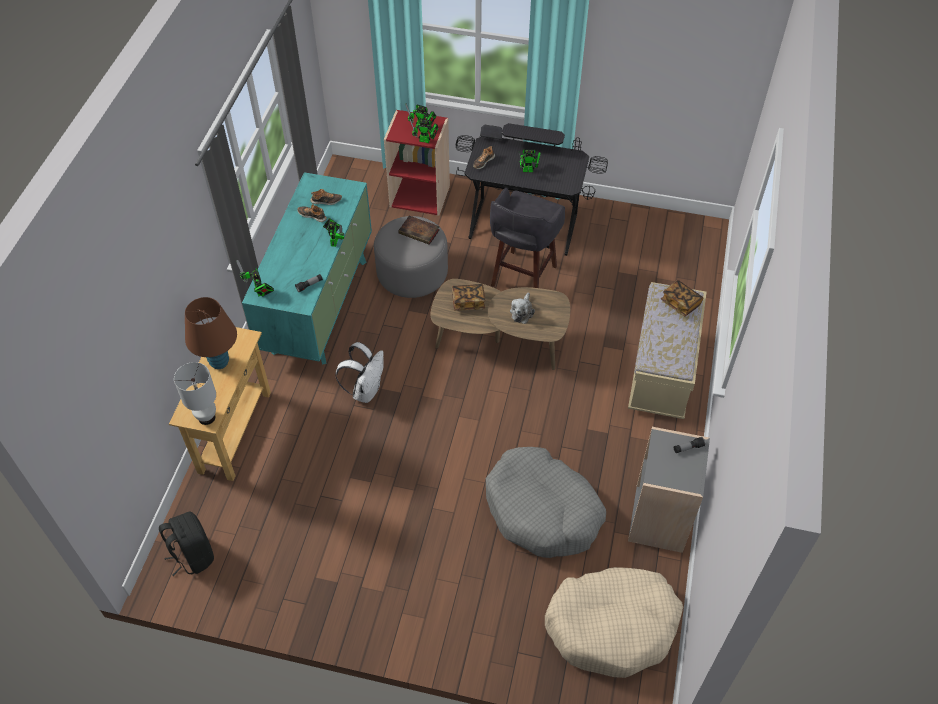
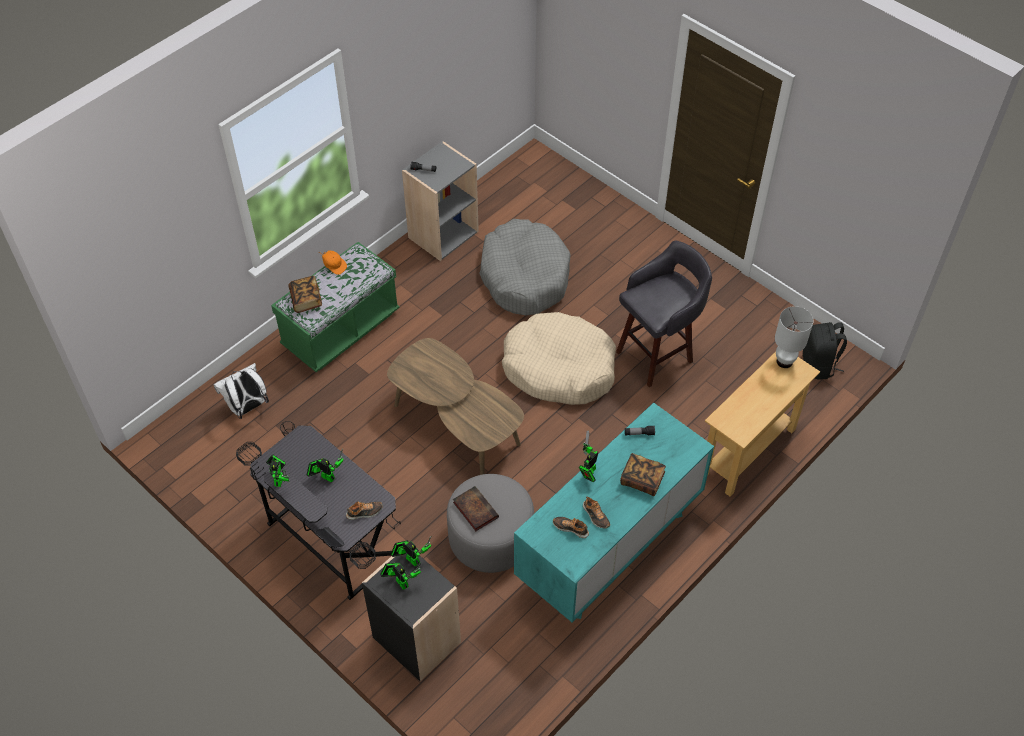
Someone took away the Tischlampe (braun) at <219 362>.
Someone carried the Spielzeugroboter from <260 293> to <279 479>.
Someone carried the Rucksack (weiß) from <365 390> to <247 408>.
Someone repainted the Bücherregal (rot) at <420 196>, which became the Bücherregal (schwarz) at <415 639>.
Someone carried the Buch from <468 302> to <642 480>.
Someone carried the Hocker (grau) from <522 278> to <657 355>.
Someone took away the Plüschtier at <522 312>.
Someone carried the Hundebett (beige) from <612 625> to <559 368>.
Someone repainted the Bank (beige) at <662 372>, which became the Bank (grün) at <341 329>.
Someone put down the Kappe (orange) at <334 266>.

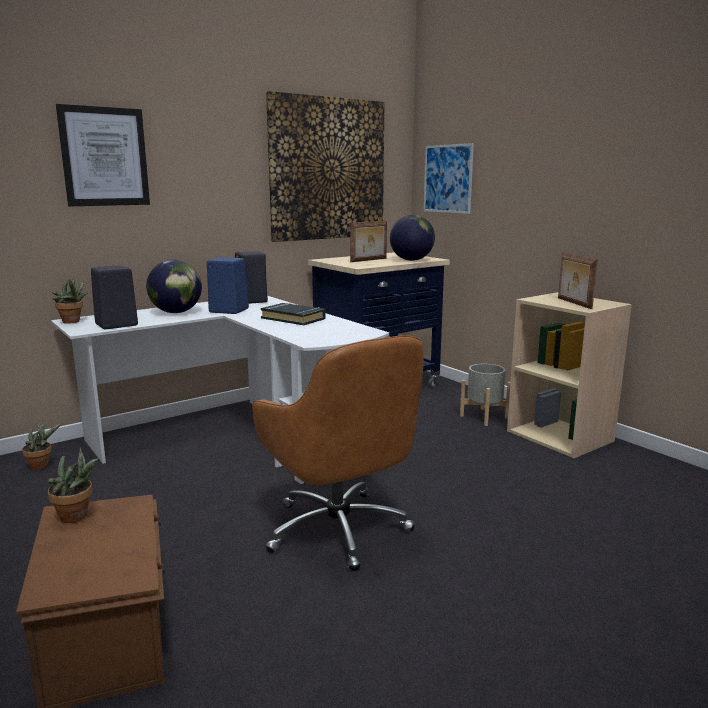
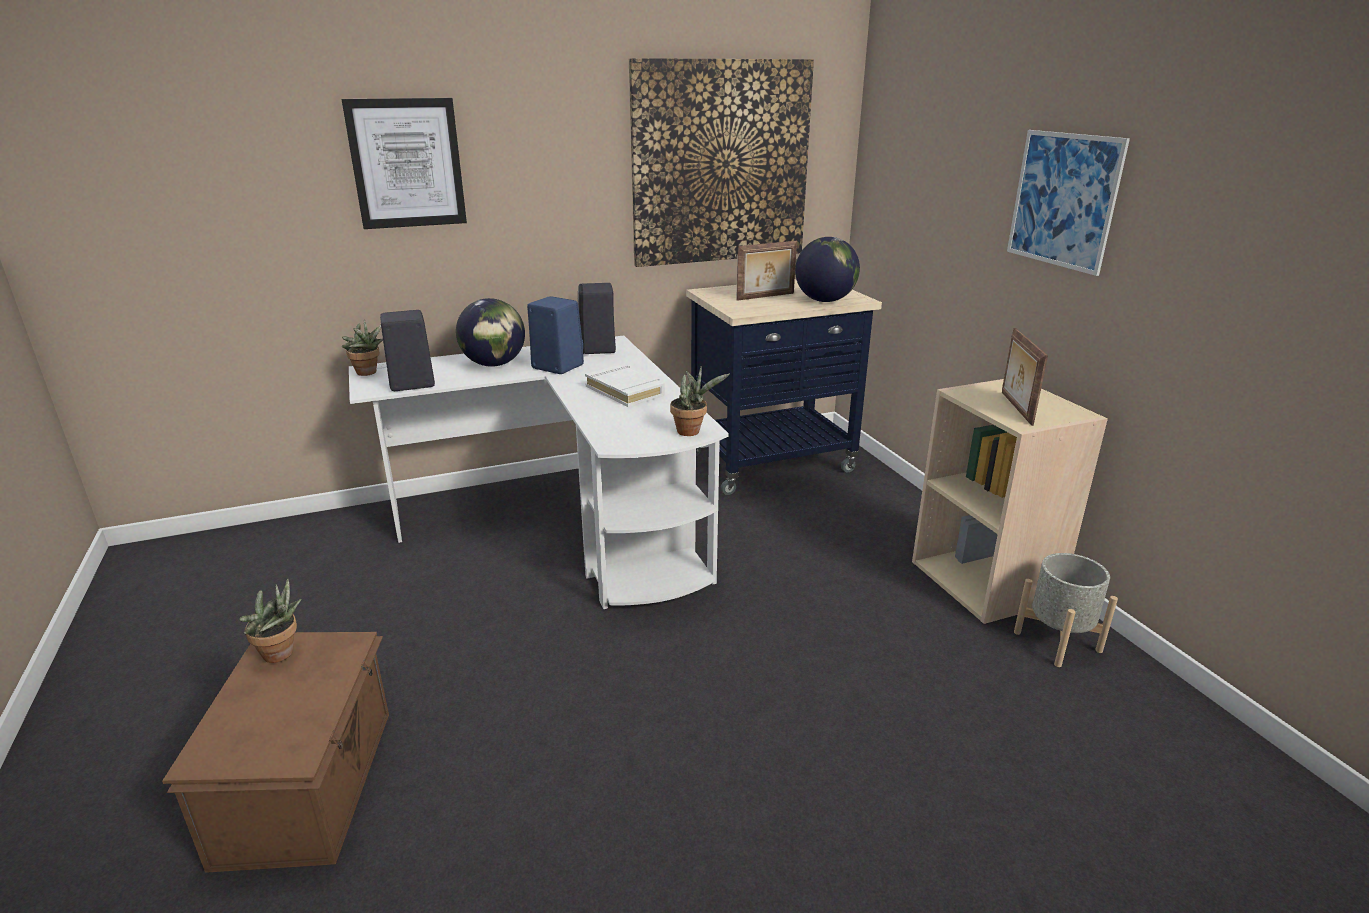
Someone carried the Topfpflanze from <42 466> to <692 431>.
Someone took away the Bürostuhl (braun) at <337 530>.
Someone repainted the Buch (schwarz) at <293 318>, which became the Buch (weiß) at <625 391>.
Someone carried the Bild from <447 179> to <1063 200>.
Someone carried the Pflanzkübel (grau) from <484 416> to <1057 641>.

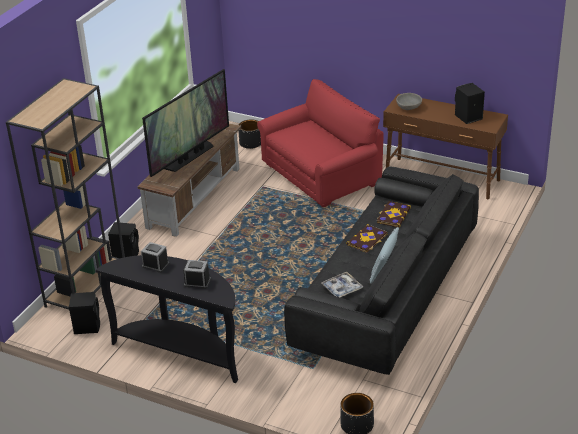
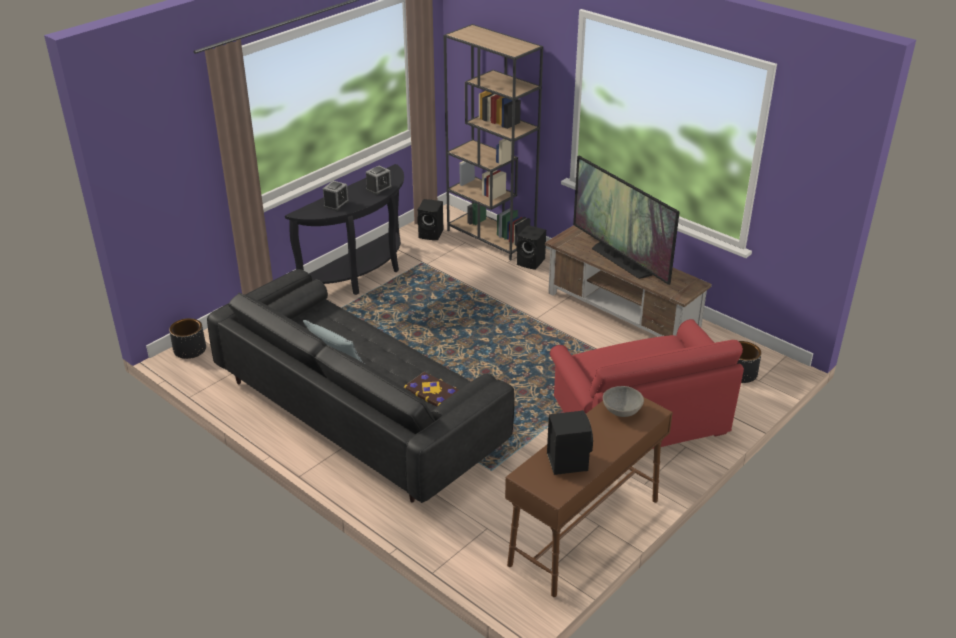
Someone took away the Tablett at <342 288>.
Someone took away the Buch at <367 240>.

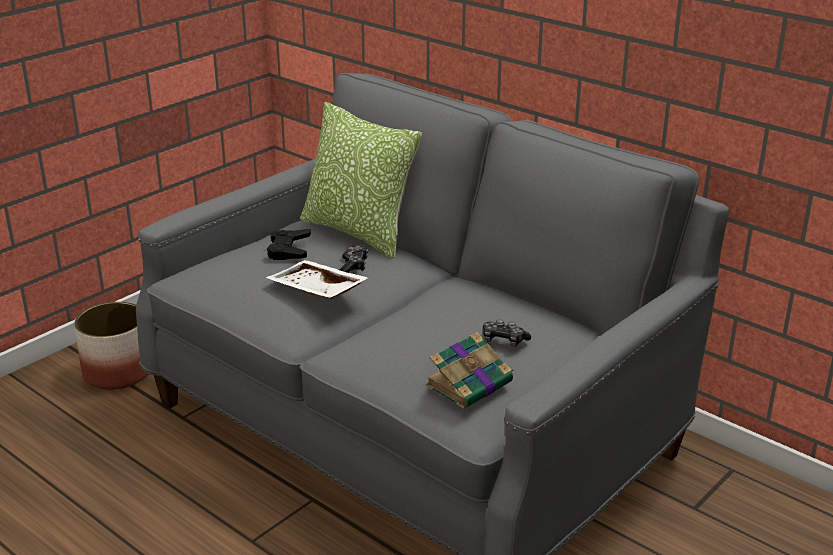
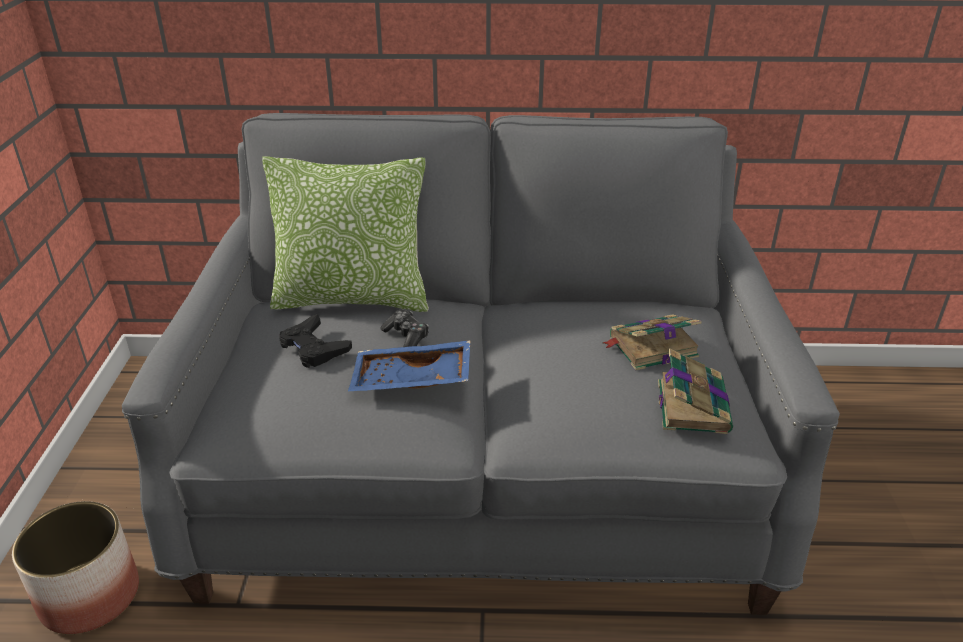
Someone repainted the Tablett (weiß) at <316 291>, which became the Tablett (blau) at <411 381>.
Someone swapped the Gamepad at <504 340> for the Buch at <651 347>.

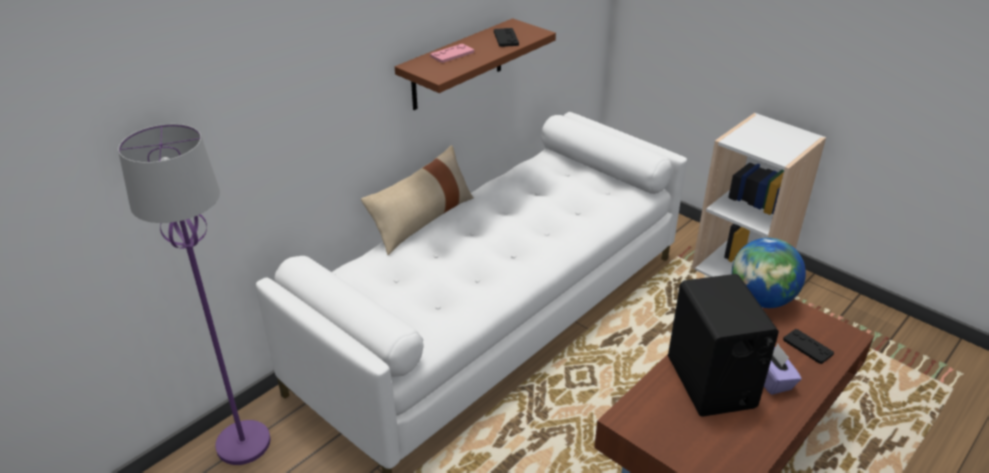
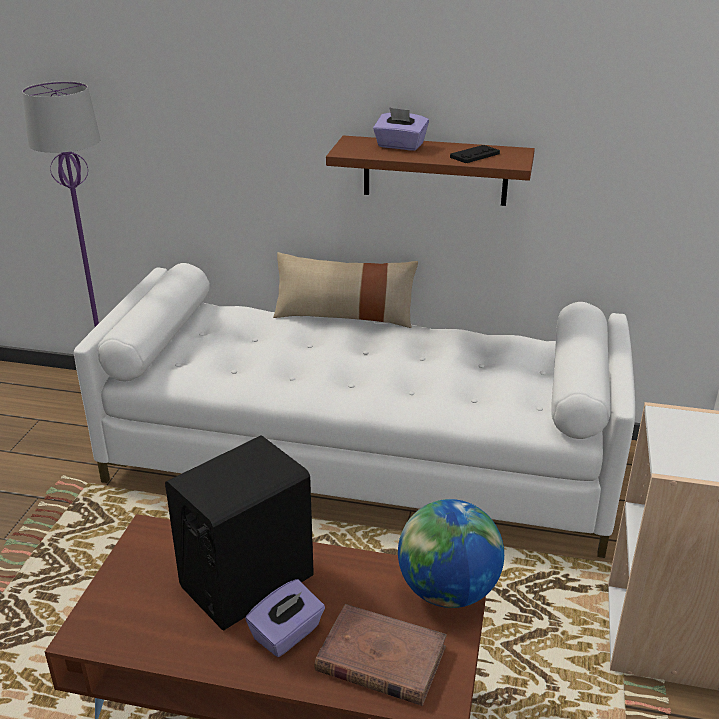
Someone swapped the Gamepad (rosa) at <452 54> for the Taschentuchbox (lila) at <400 146>.
Someone swapped the Gamepad (schwarz) at <807 347> for the Buch (braun) at <380 659>.

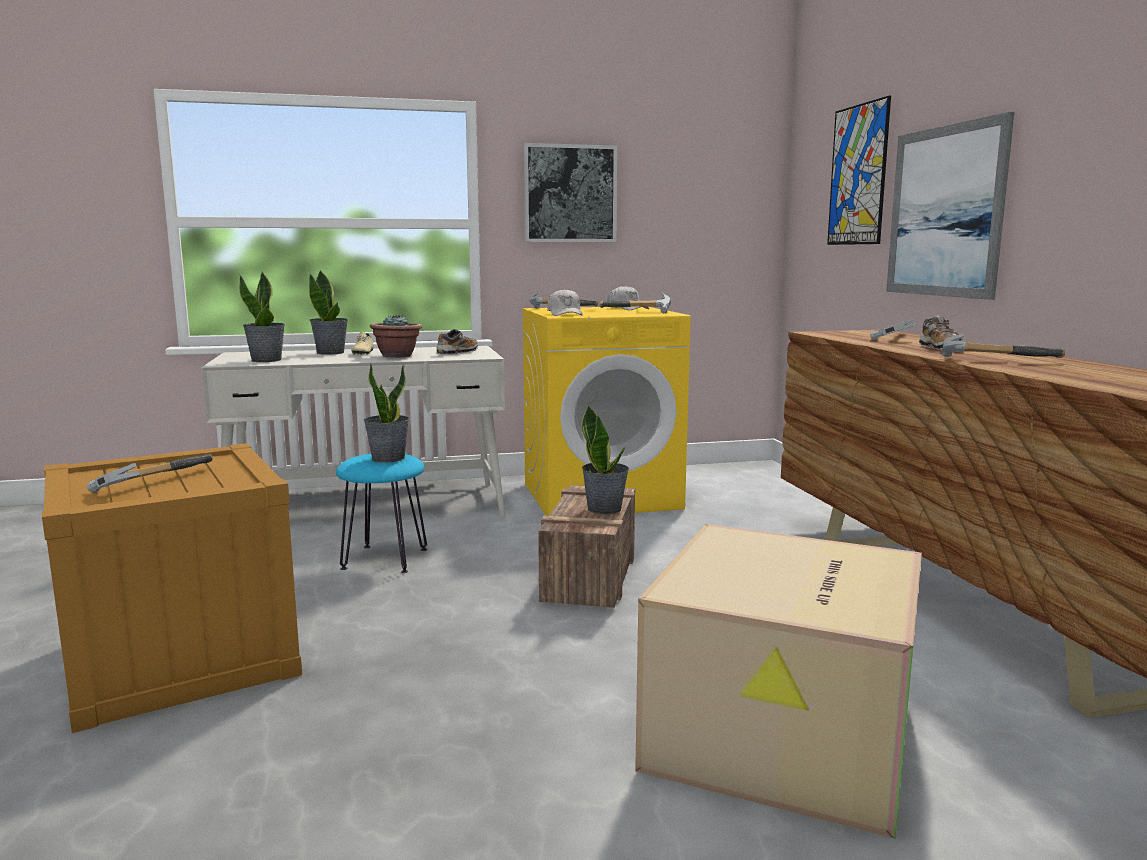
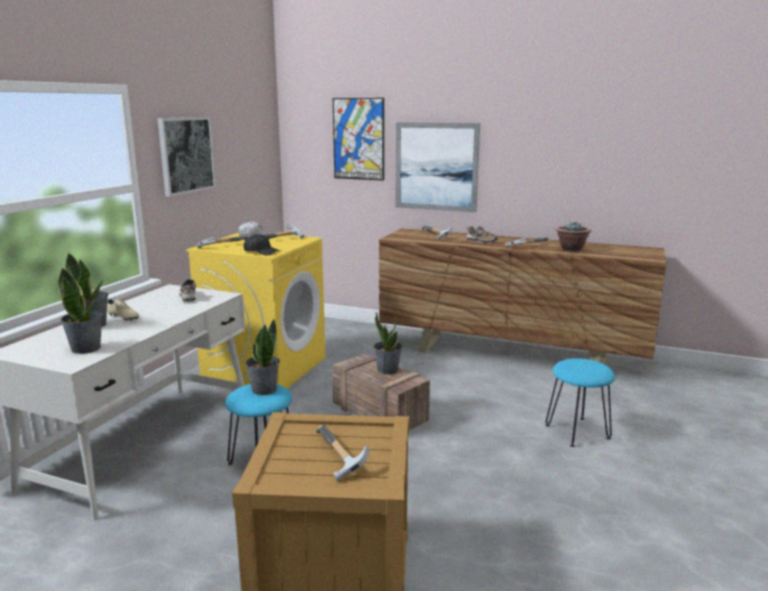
Someone carried the Topfpflanze from <397 356> to <571 249>.
Someone repainted the Kappe (weiß) at <565 314>, which became the Kappe (schwarz) at <261 252>.
Someone swapped the Karton at <784 738> for the Hocker (türkis) at <577 432>.

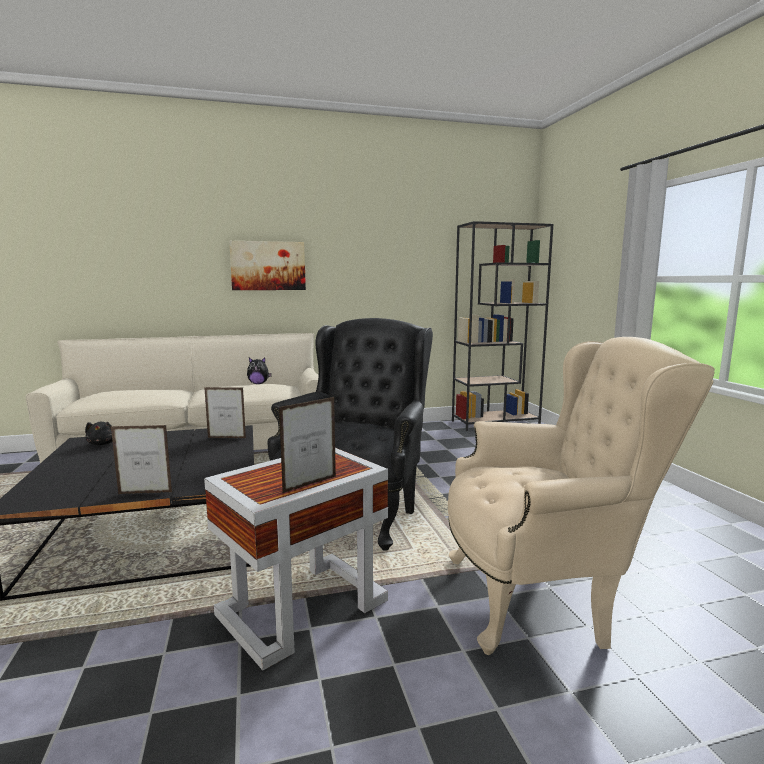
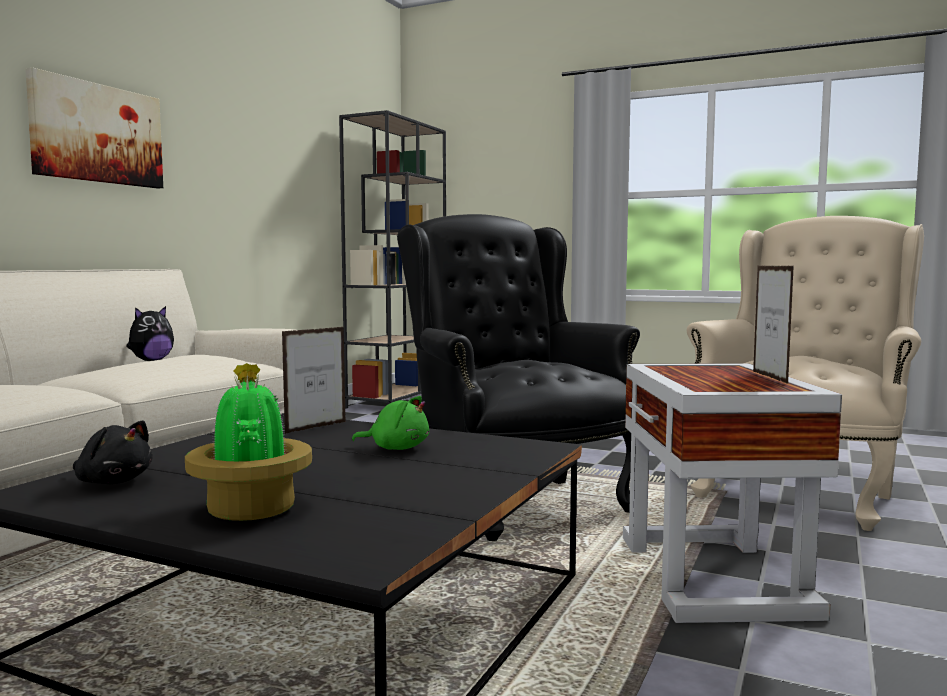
Someone took away the Bilderrahmen at <145 493>.
Someone put down the Topfpflanze at <251 508>.
Someone put down the Plüschtier (grün) at <396 448>.

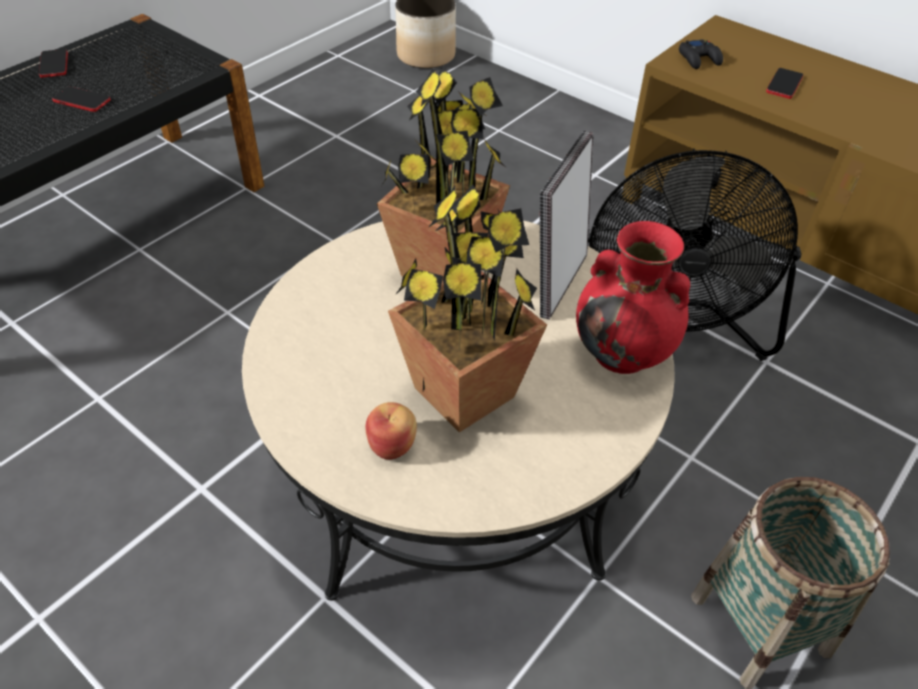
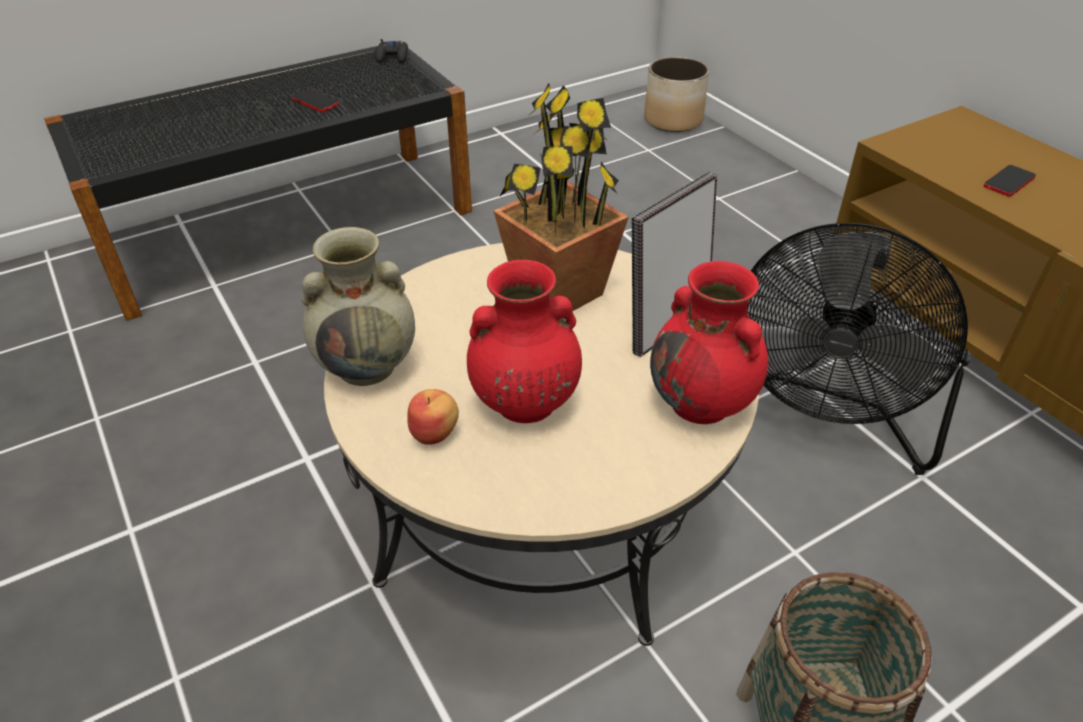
Someone took away the Handy at <54 64>.
Someone swapped the Topfpflanze at <463 392> for the Vase (rot) at <523 403>.
Someone carried the Gamepad (schwarz) from <699 59> to <393 57>.
Someone put down the Vase (beige) at <368 366>.

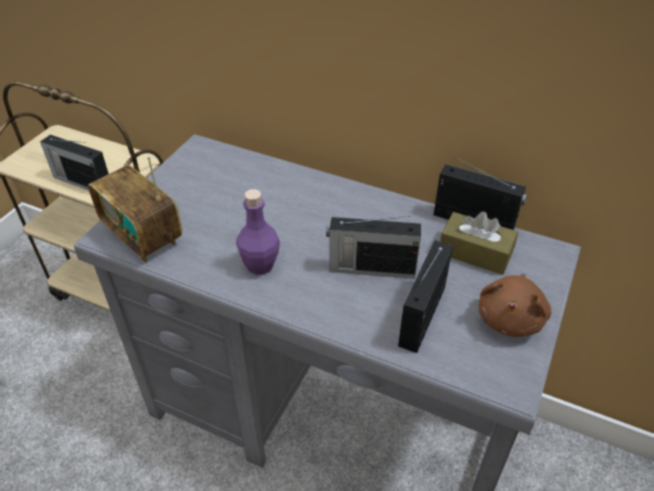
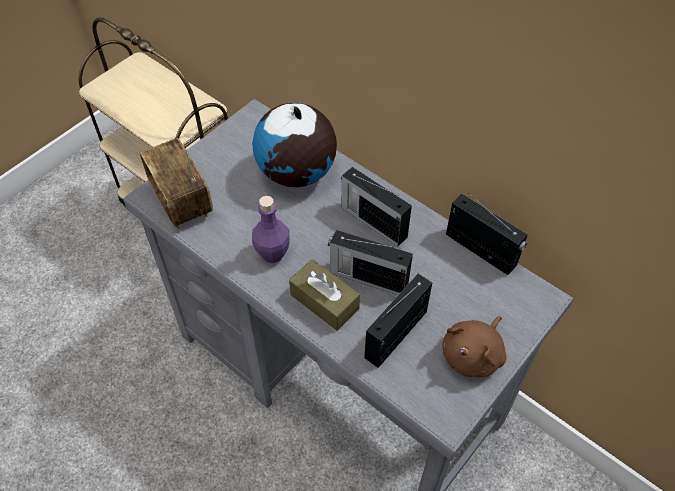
Someone carried the Radio from <82 182> to <373 221>.
Someone carried the Taschentuchbox (braun) from <475 253> to <324 301>.
Someone put down the Globus at <296 173>.

